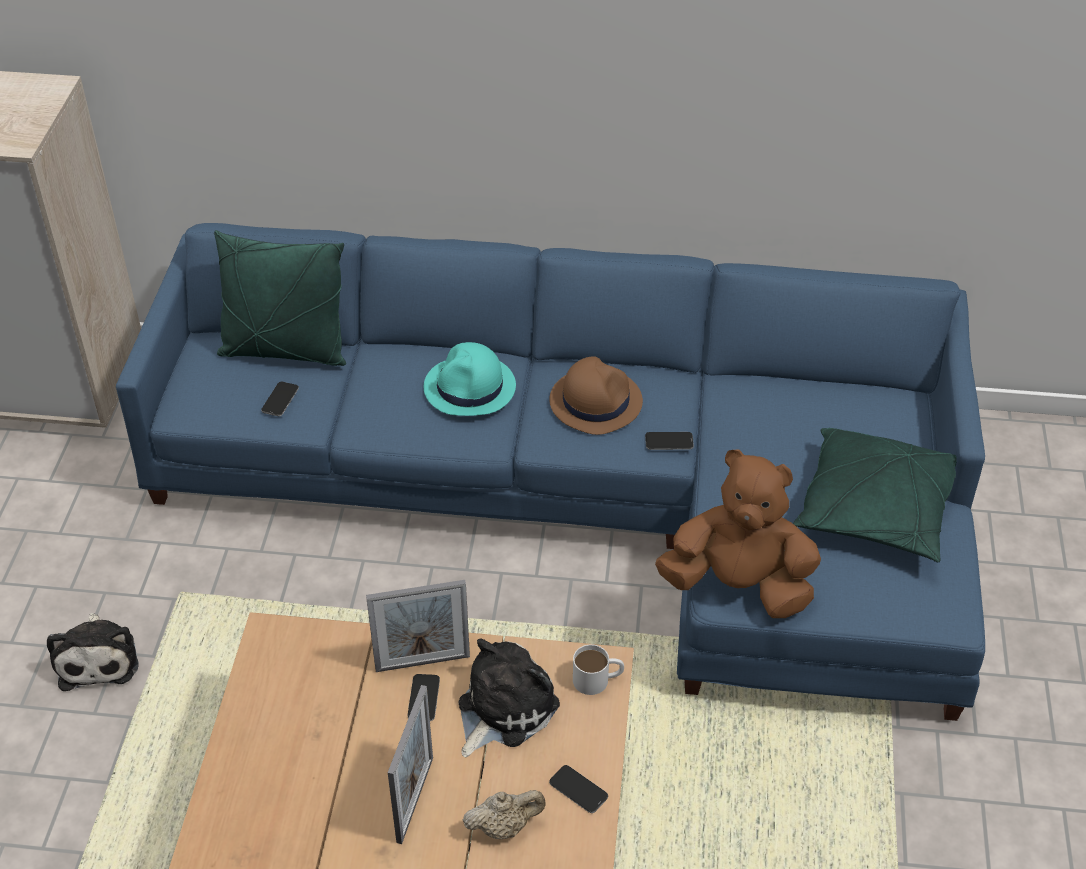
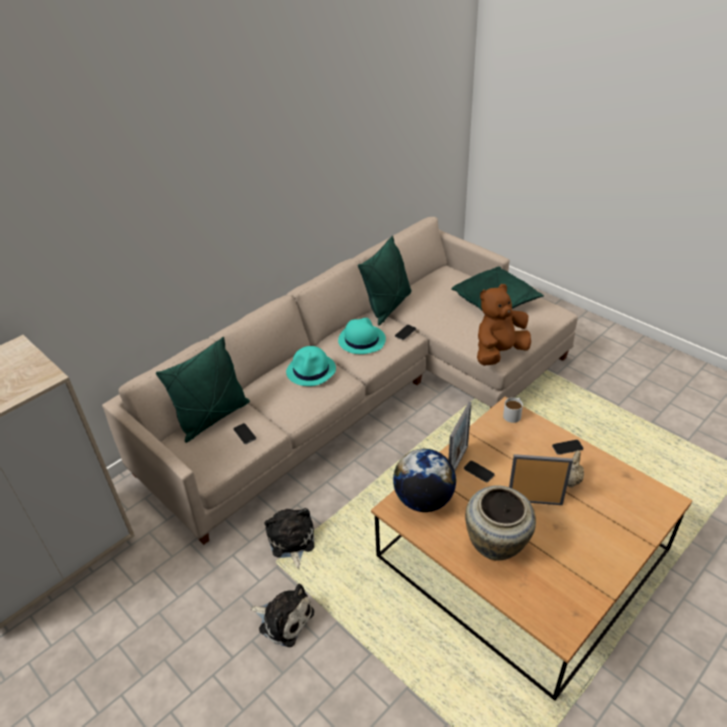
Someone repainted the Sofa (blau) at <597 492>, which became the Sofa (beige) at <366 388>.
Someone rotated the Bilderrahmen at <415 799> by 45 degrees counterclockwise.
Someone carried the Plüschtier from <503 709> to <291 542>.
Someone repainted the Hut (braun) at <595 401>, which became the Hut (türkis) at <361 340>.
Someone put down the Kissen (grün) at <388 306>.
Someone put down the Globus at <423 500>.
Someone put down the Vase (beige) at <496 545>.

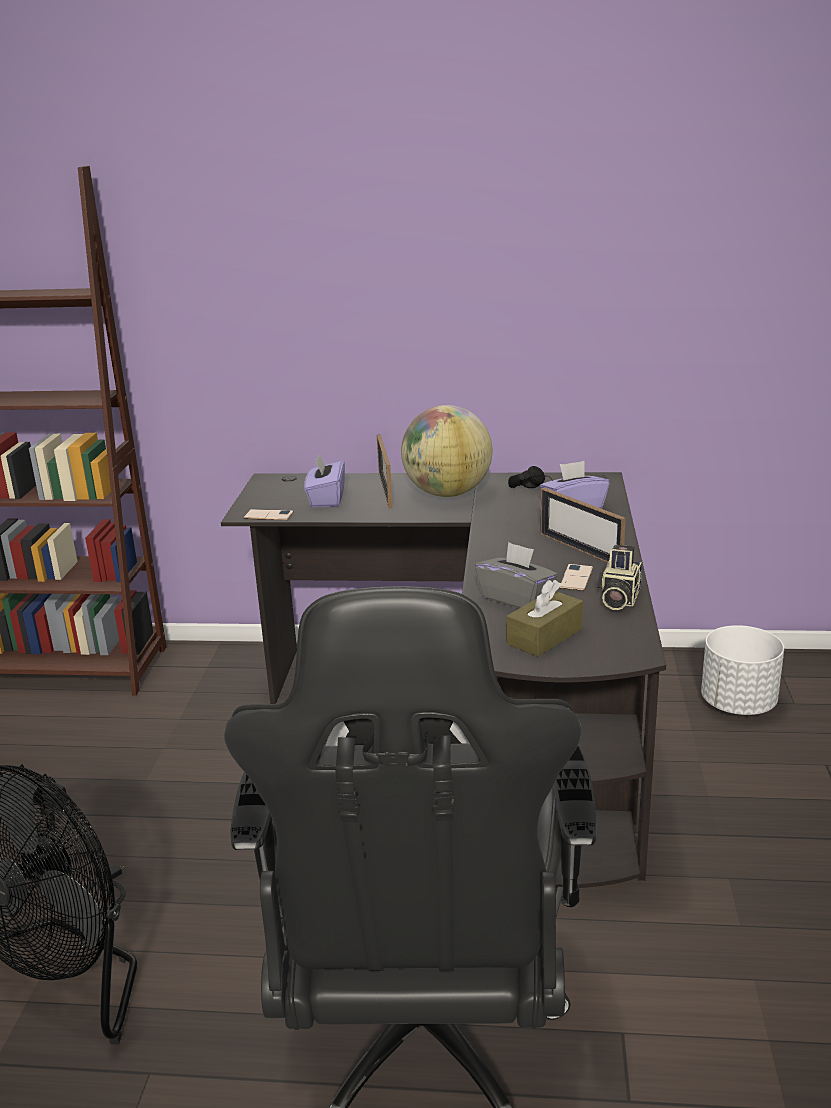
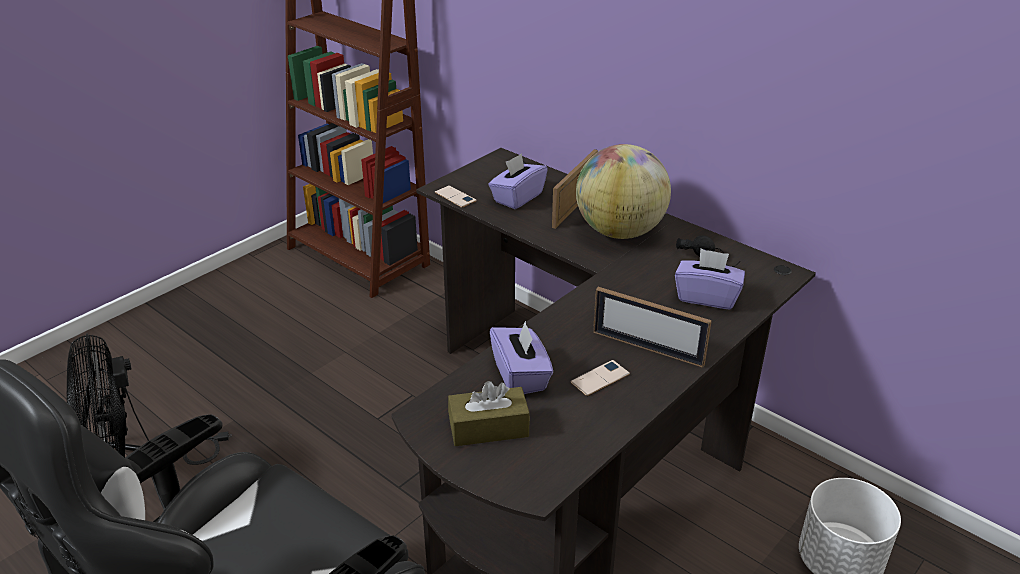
Someone repainted the Taschentuchbox (grau) at <516 599>, which became the Taschentuchbox (lila) at <521 376>.
Someone rotated the Bilderrahmen at <580 549> by 60 degrees counterclockwise.
Someone took away the Kamera at <618 599>.

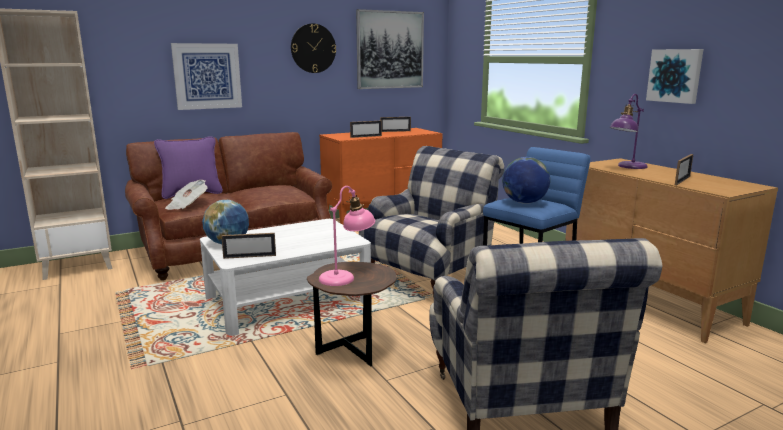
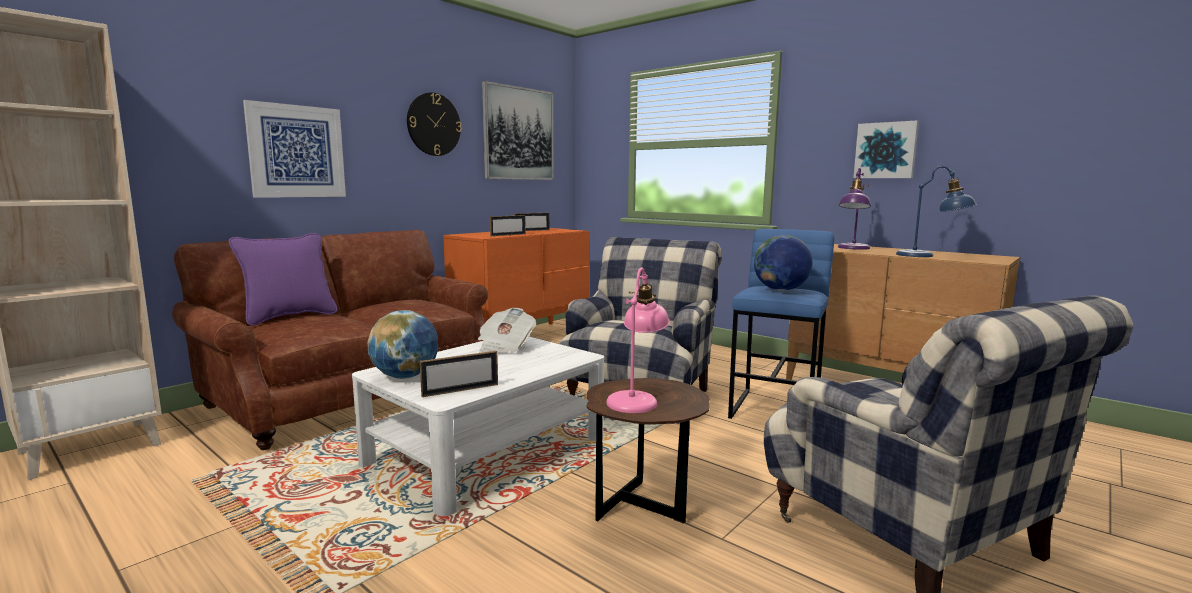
Someone carried the Zeitung from <187 206> to <504 347>.
Someone swapped the Bilderrahmen at <682 180> for the Tischlampe (blau) at <931 255>.

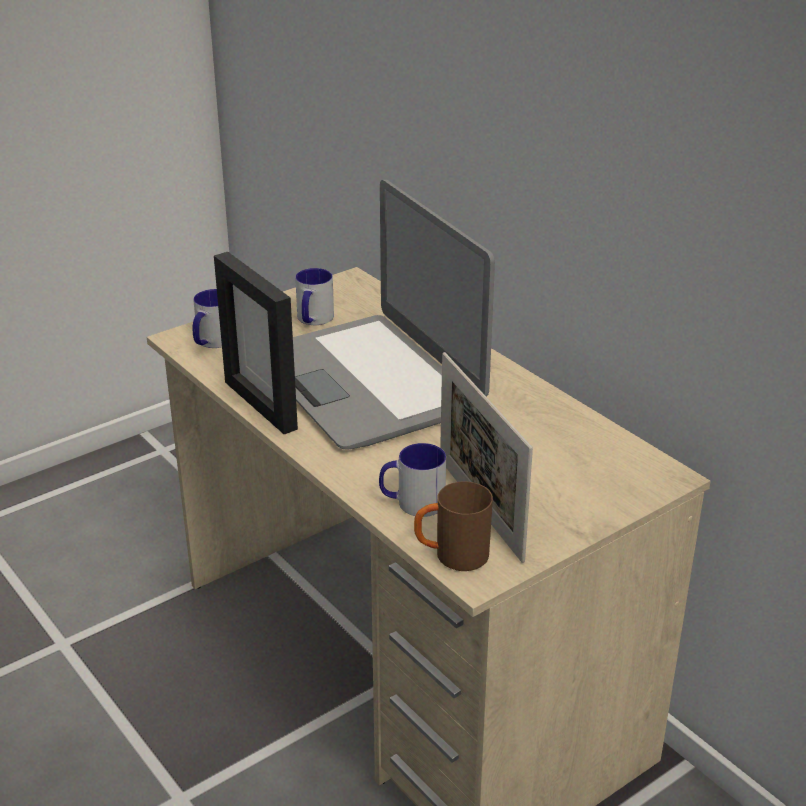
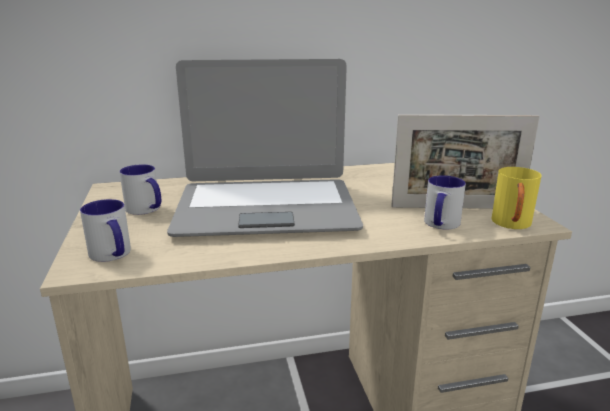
Someone took away the Bilderrahmen at <262 404>.
Someone repainted the Henkelbecher (braun) at <451 556>, which became the Henkelbecher (gelb) at <512 225>.

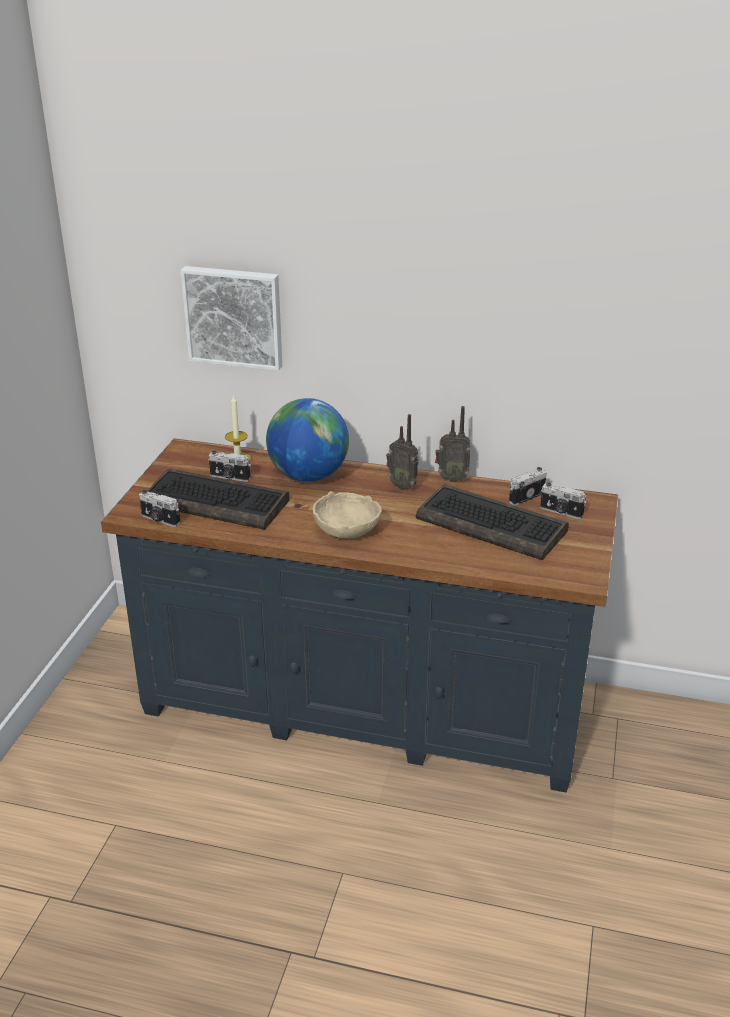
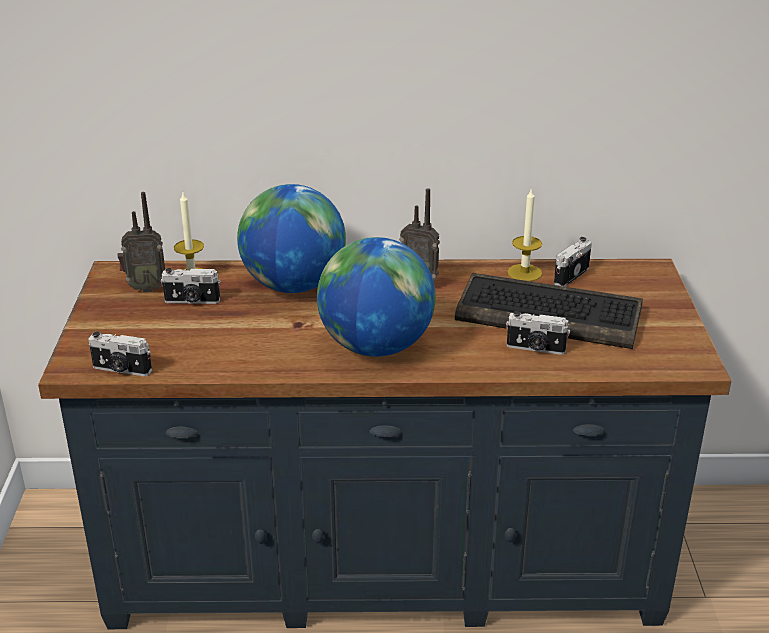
Someone took away the Tastatur at <218 502>.
Someone took away the Bild at <234 316>.
Someone swapped the Schüssel (beige) at <346 530> for the Globus at <376 347>.
Someone carried the Radio from <451 478> to <145 288>.
Someone carried the Kamera from <561 512> to <535 348>.
Someone put down the Kerze at <524 273>.

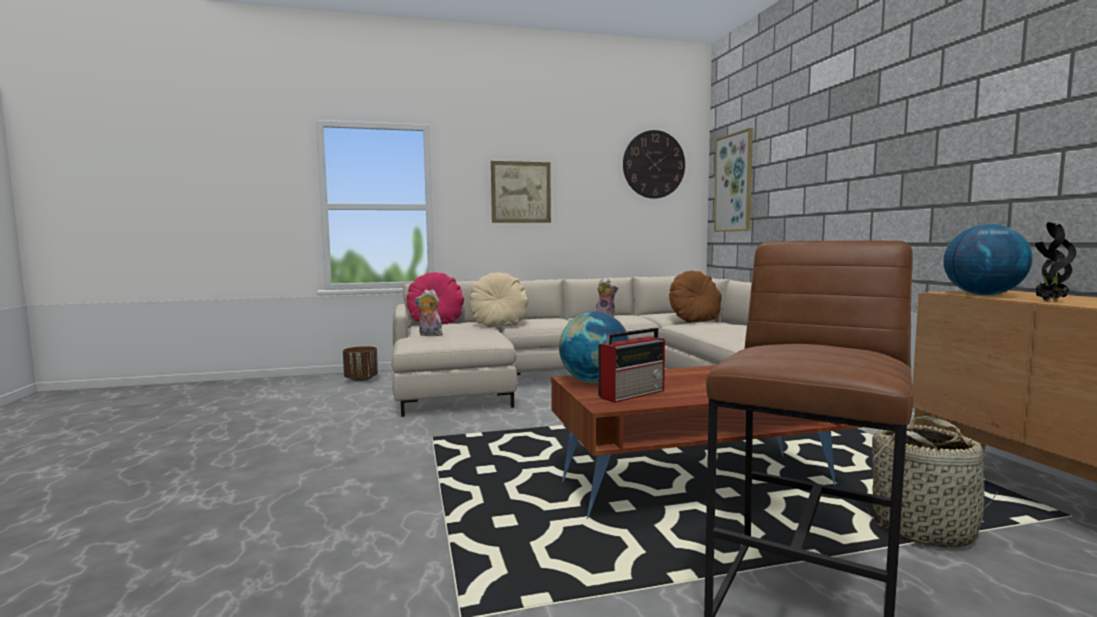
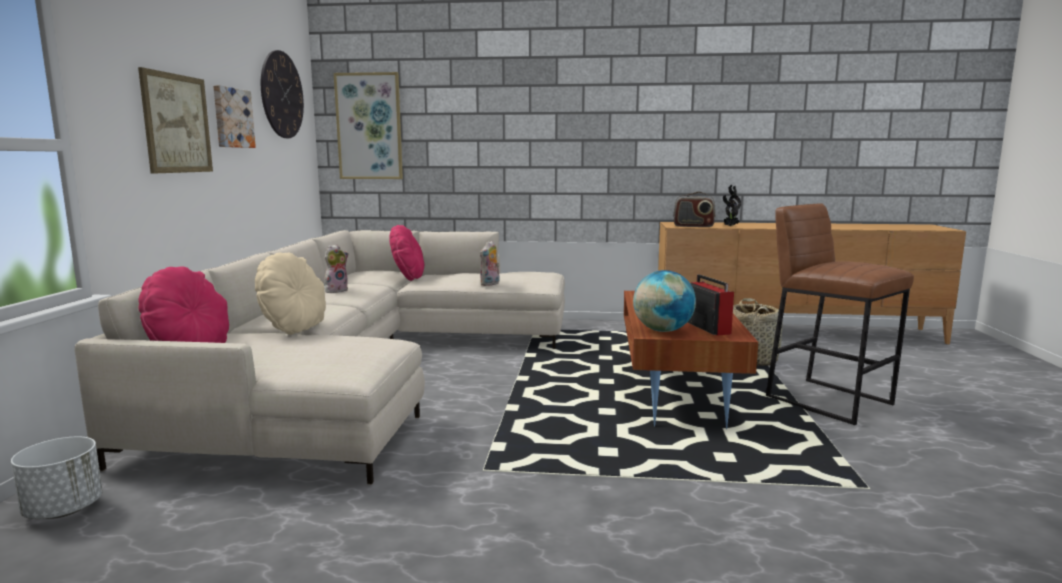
Someone repainted the Pflanzkübel (braun) at <361 379>, which became the Pflanzkübel (weiß) at <63 510>.
Someone carried the Plüschtier from <429 335> to <490 284>.
Someone repainted the Kissen (braun) at <694 321>, which became the Kissen (rosa) at <408 278>.
Someone swapped the Globus at <983 295> for the Radio at <693 226>.
Someone put up the Bild at <232 118>.

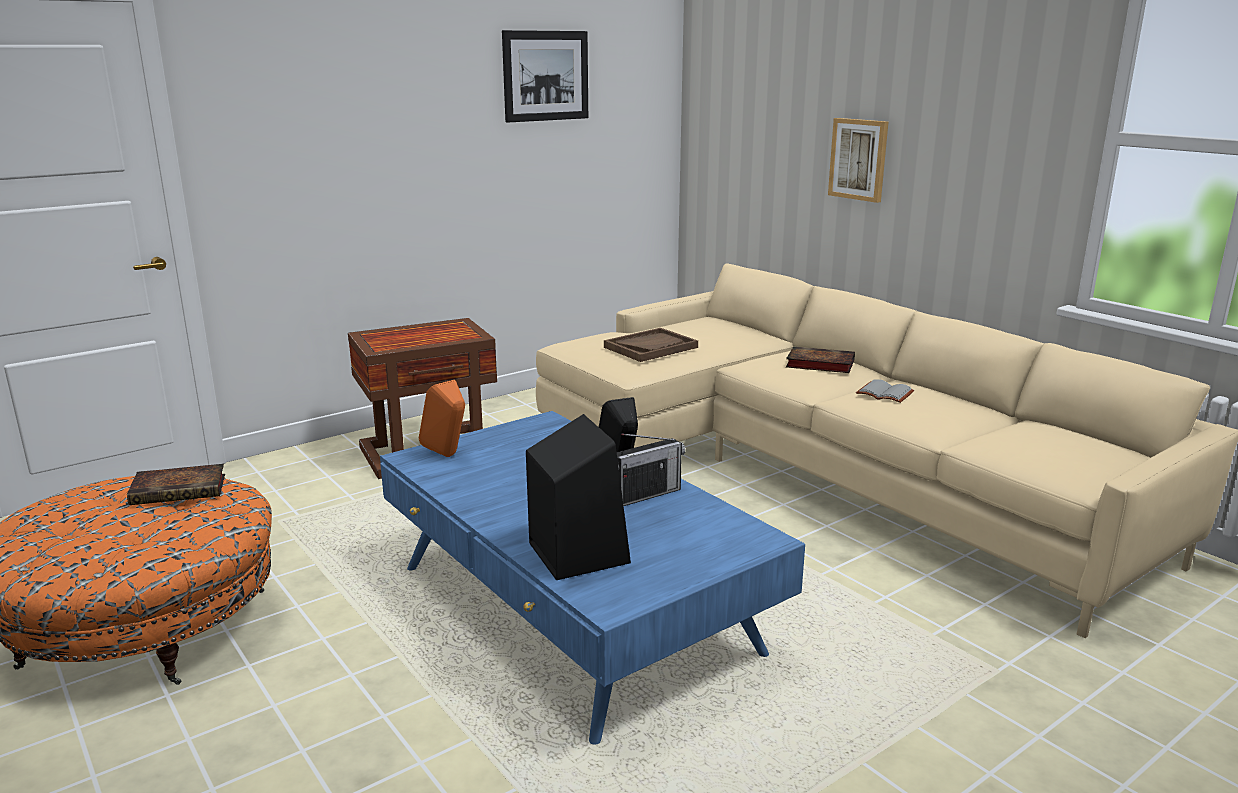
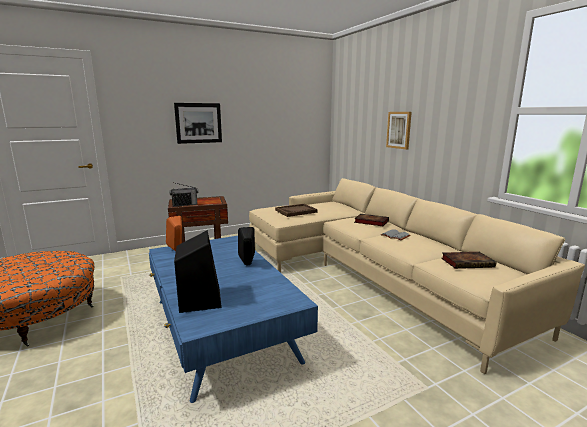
Someone carried the Buch from <181 489> to <468 263>.
Someone carried the Bild from <546 76> to <198 123>.
Someone carried the Radio from <645 495> to <185 205>.

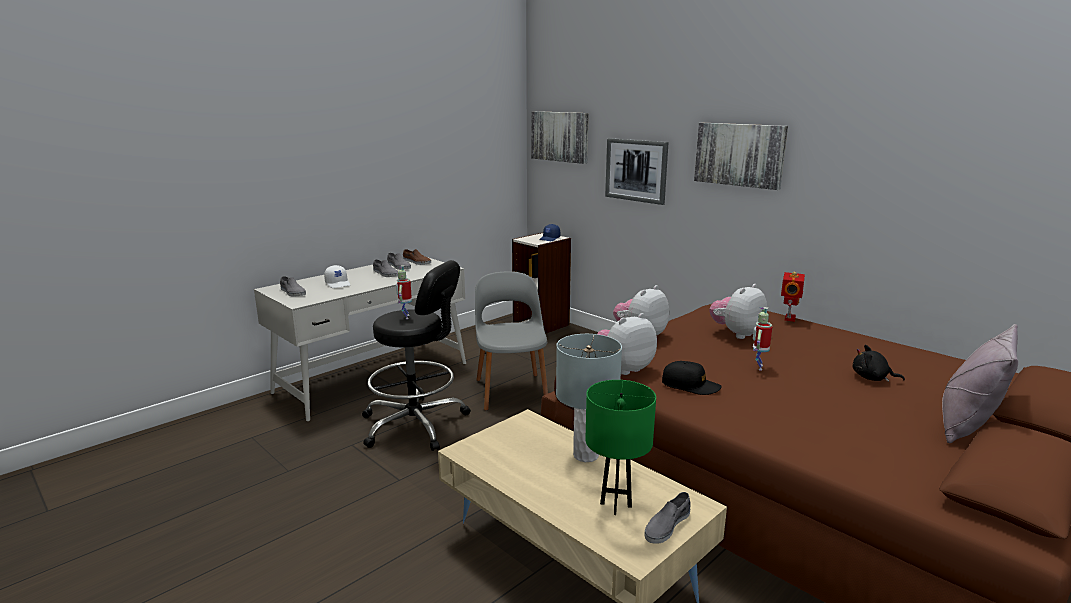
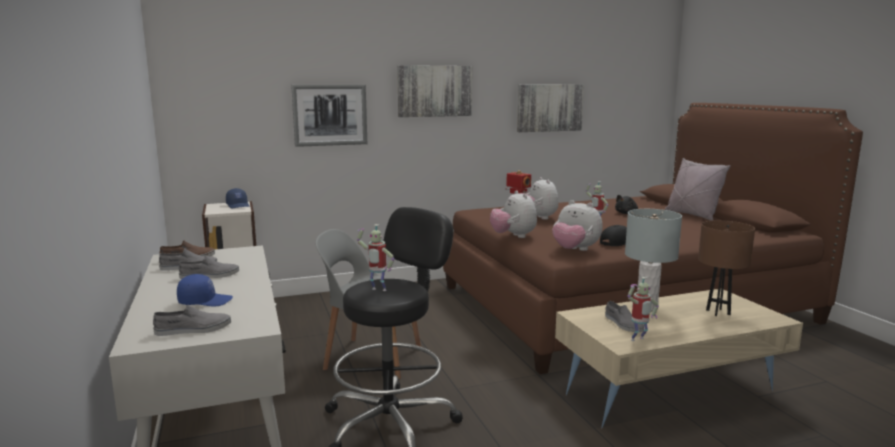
Someone repainted the Kappe (weiß) at <338 284>, which became the Kappe (blau) at <205 301>.
Someone carried the Bild from <560 136> to <549 107>.
Someone repainted the Tischlampe (grün) at <616 505>, which became the Tischlampe (braun) at <718 312>.
Someone rotated the Plüschtier at <624 368> by 45 degrees counterclockwise.
Someone carried the Schuh (grau) from <666 525> to <623 324>.
Someone put down the Spielzeugroboter at <638 340>.

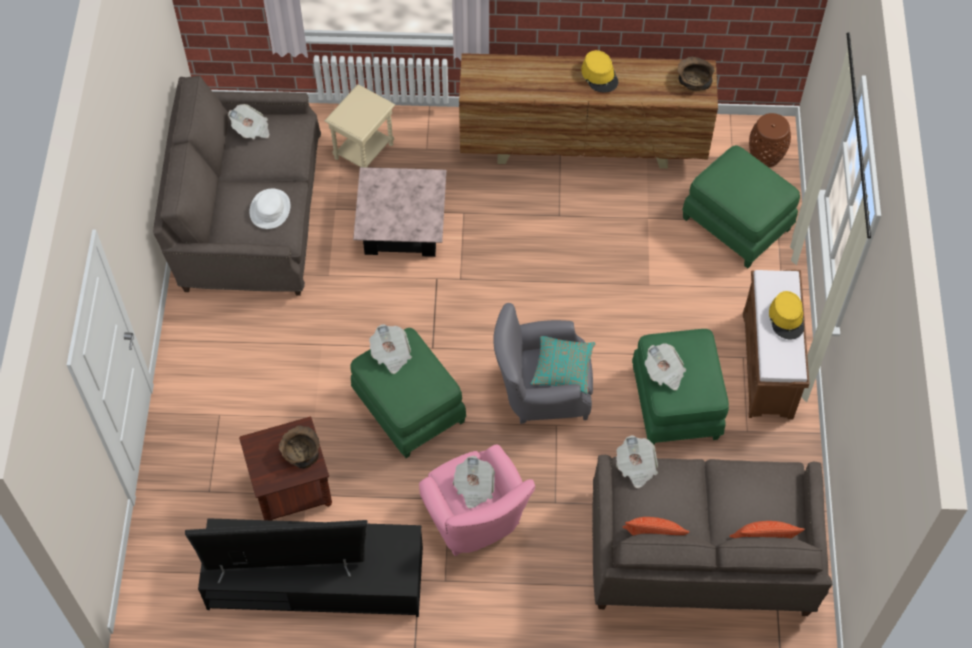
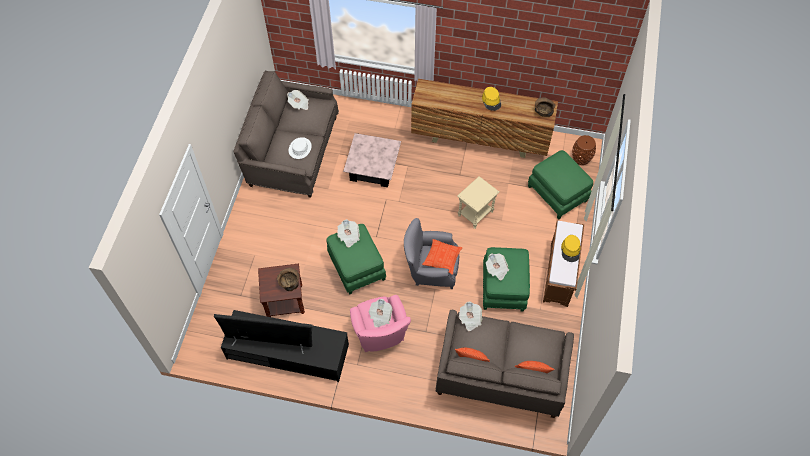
Someone carried the Beistelltisch (beige) from <364 151> to <476 213>.
Someone repainted the Kissen (türkis) at <563 368>, which became the Kissen (orange) at <442 258>.

